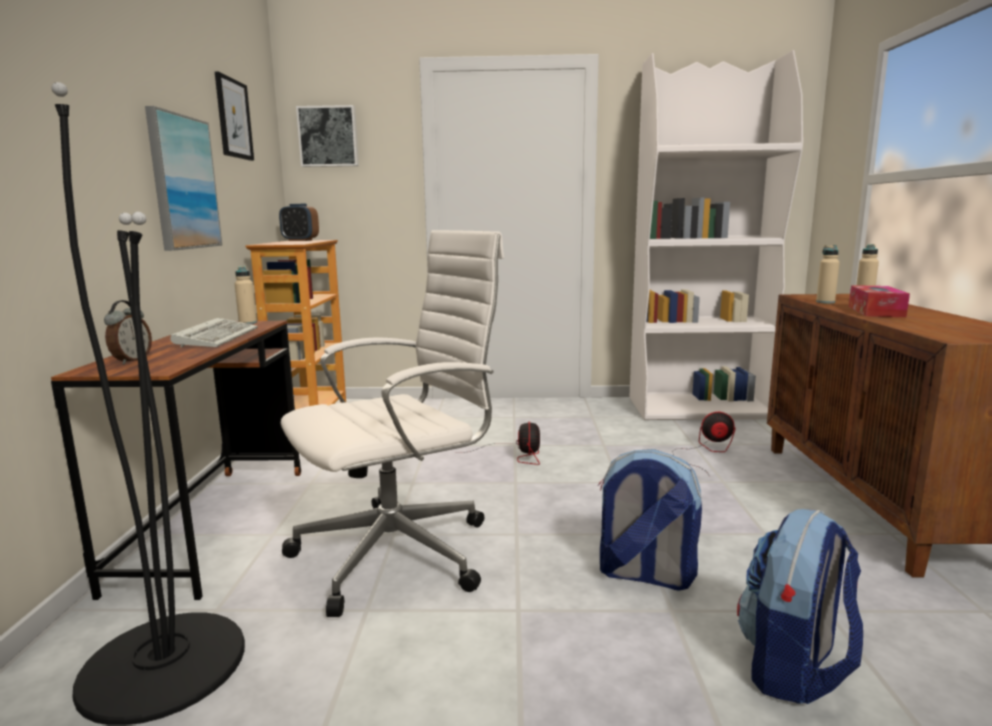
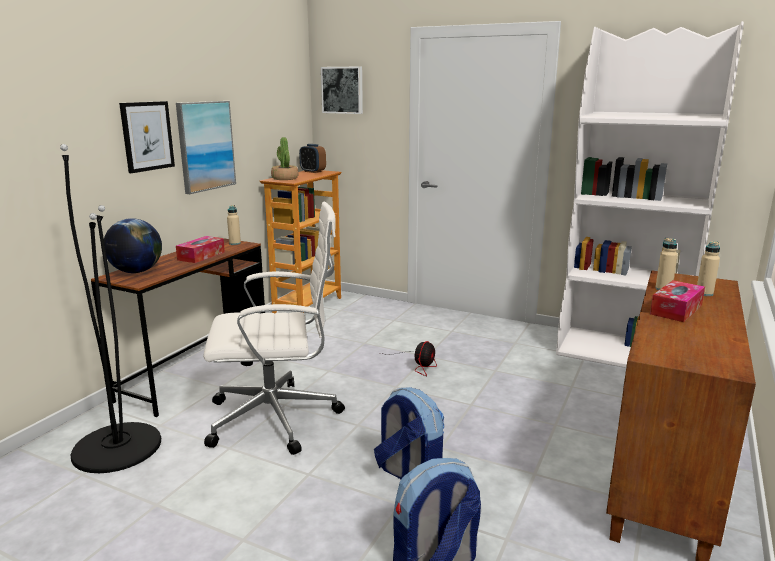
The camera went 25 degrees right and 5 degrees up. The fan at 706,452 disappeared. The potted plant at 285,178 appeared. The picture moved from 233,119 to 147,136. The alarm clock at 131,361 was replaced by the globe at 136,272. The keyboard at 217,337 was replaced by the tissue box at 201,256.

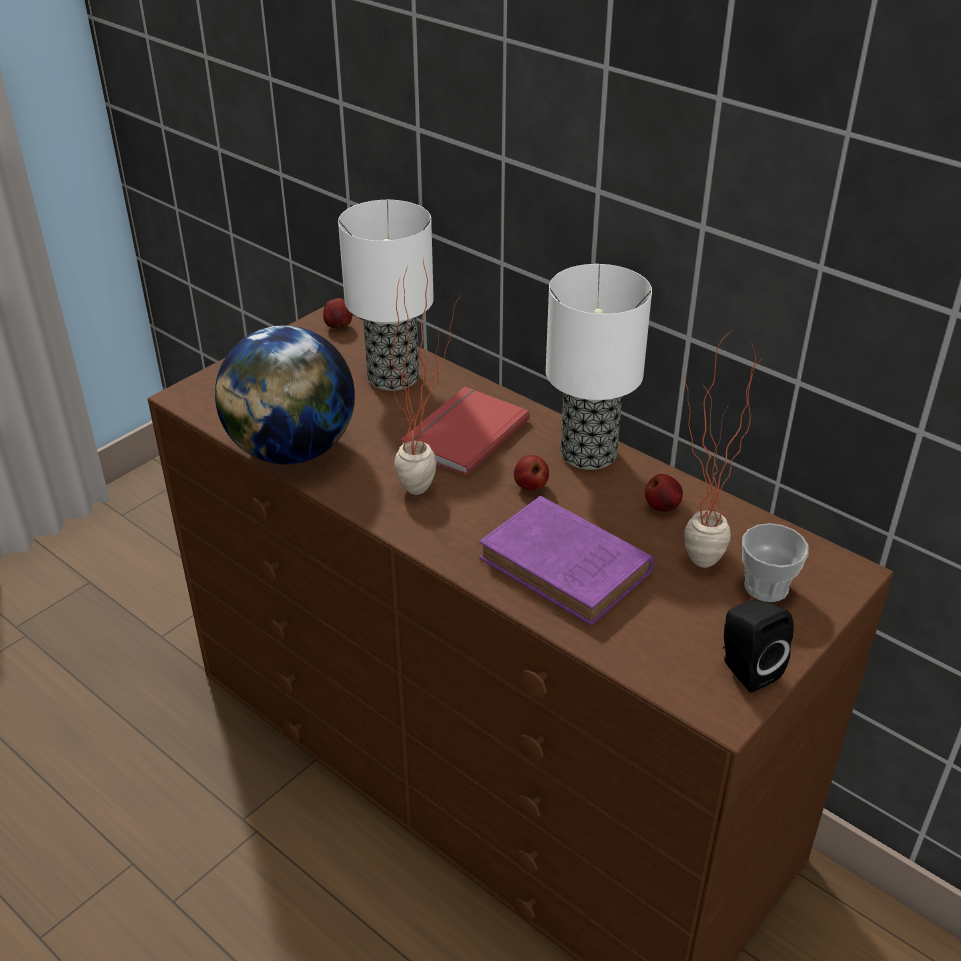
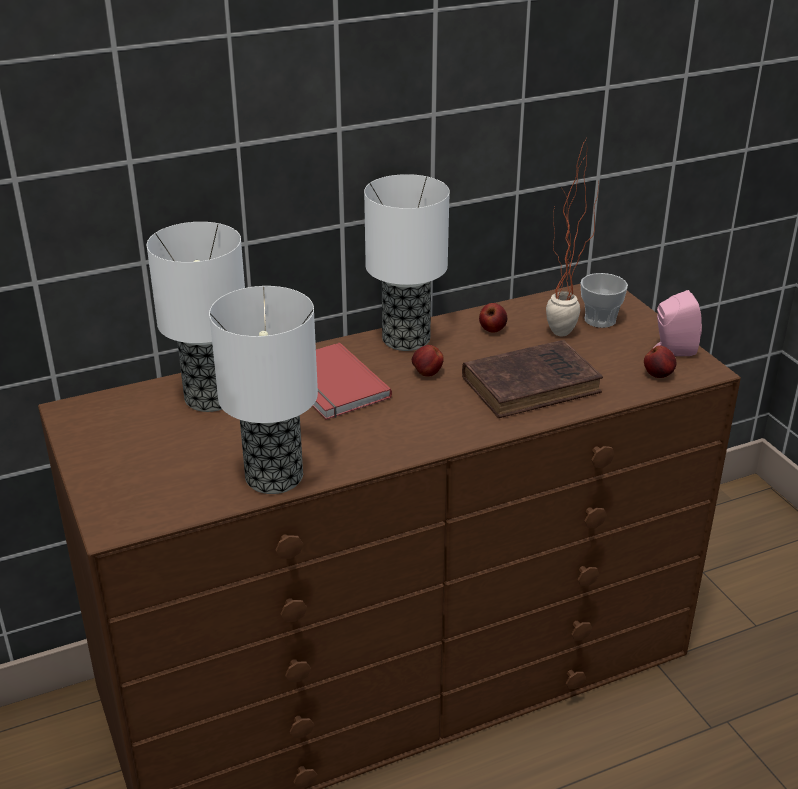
The camera went 65 degrees left and 5 degrees down. The potted plant at 428,492 disappeared. The apple moved from 338,327 to 658,375. The globe at 292,451 was replaced by the table lamp at 275,478. The book (purple) at 568,568 became the book (brown) at 534,384. The speaker (black) at 746,669 became the speaker (pink) at 671,350.

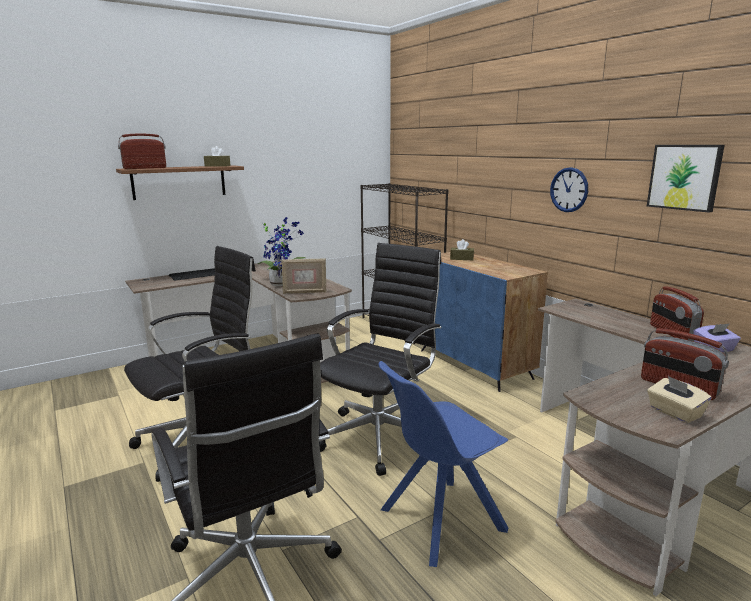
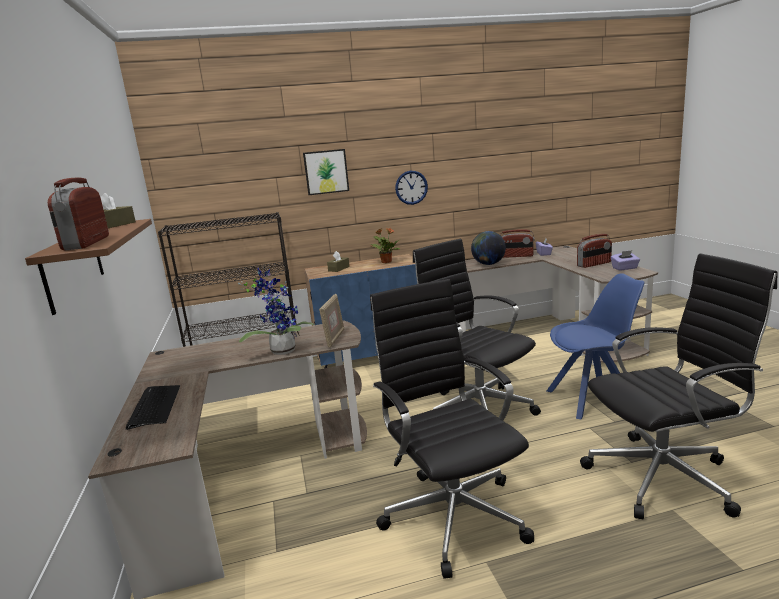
The camera went 70 degrees left and 0 degrees up. The potted plant at 386,262 appeared. The globe at 488,264 appeared. The picture moved from 684,177 to 326,172. The tissue box (beige) at 674,413 became the tissue box (purple) at 625,268. The chair (blue) at 439,521 turned 90 degrees counterclockwise.

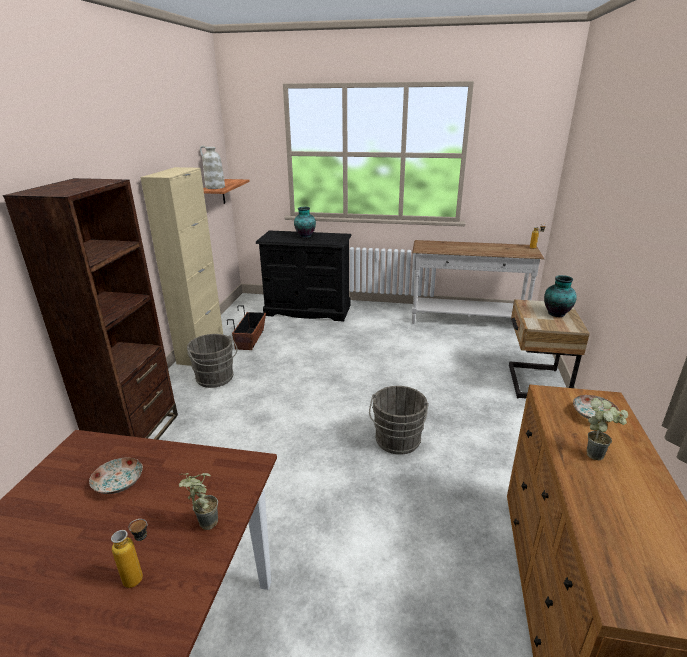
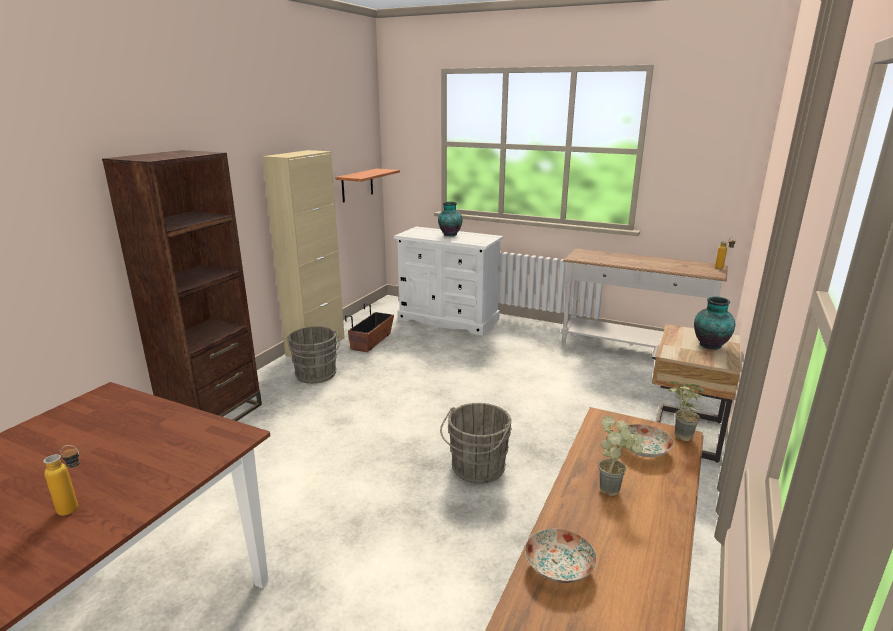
The camera went 15 degrees right and 5 degrees down. The vase (white) at 214,187 disappeared. The plate moved from 118,484 to 558,567. The potted plant moved from 202,524 to 677,436. The dresser (black) at 308,310 became the dresser (white) at 448,319.

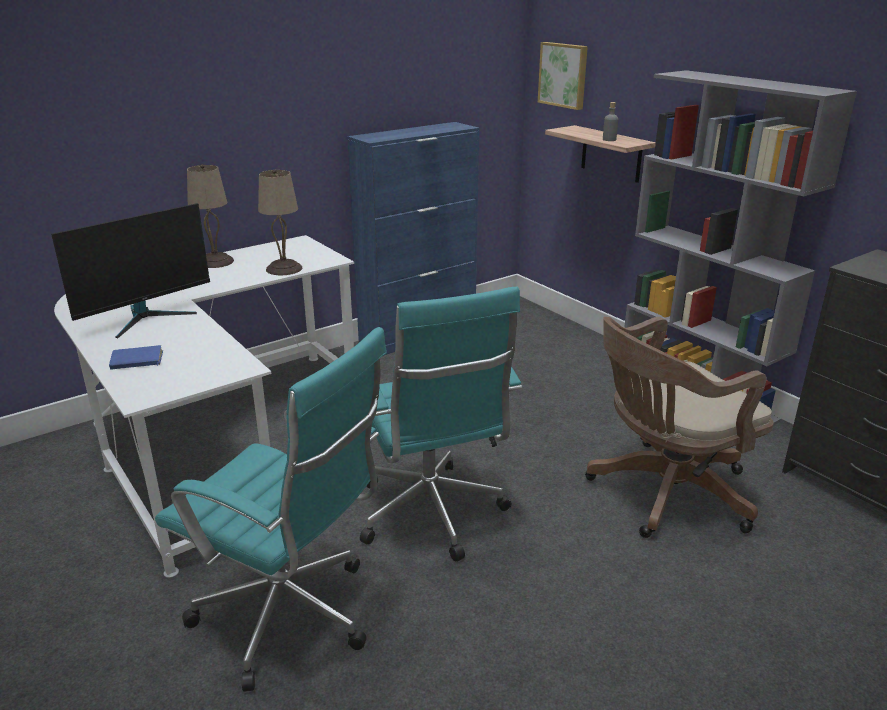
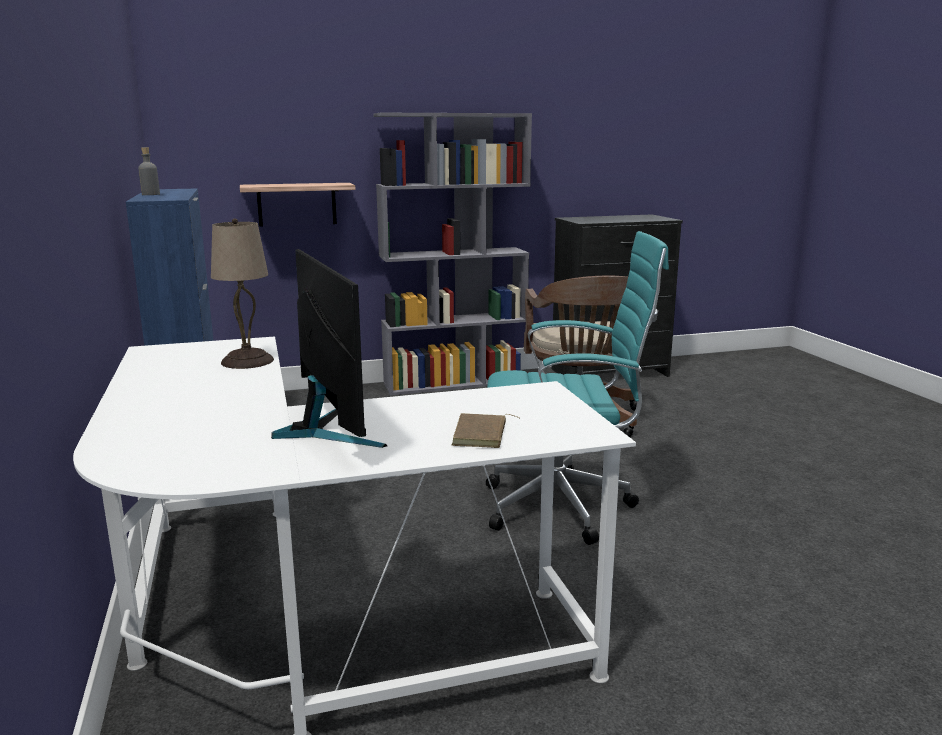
The camera went 70 degrees left and 10 degrees down. The office chair (turquoise) at 291,618 disappeared. The table lamp (beige) at 215,261 disappeared. The picture at 564,75 disappeared. The bottle (grey) moved from 609,140 to 150,194. The book (blue) at 136,361 became the book (brown) at 482,435.

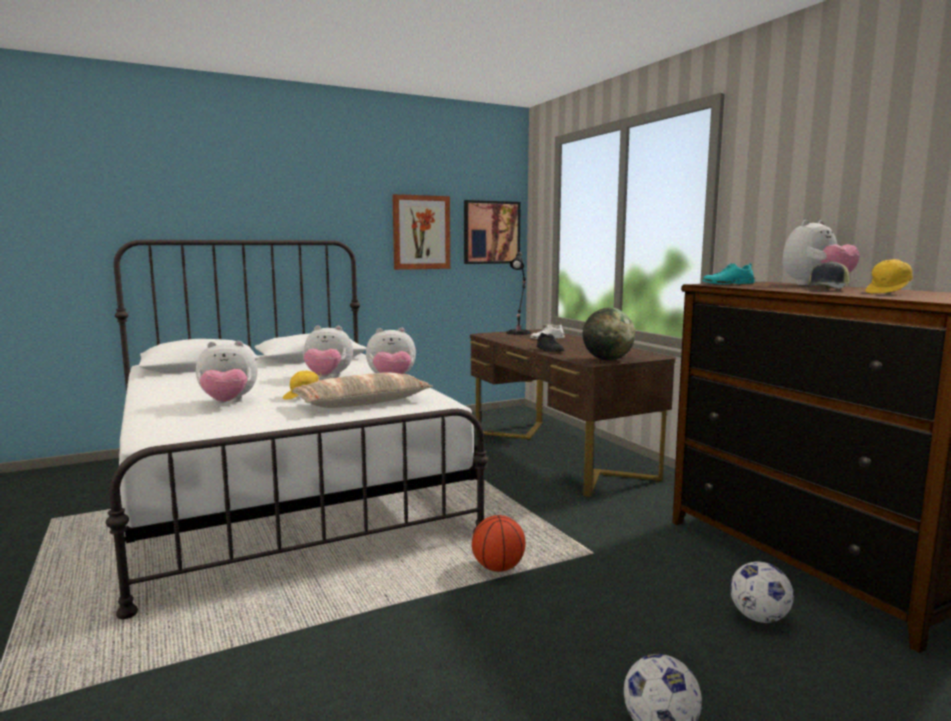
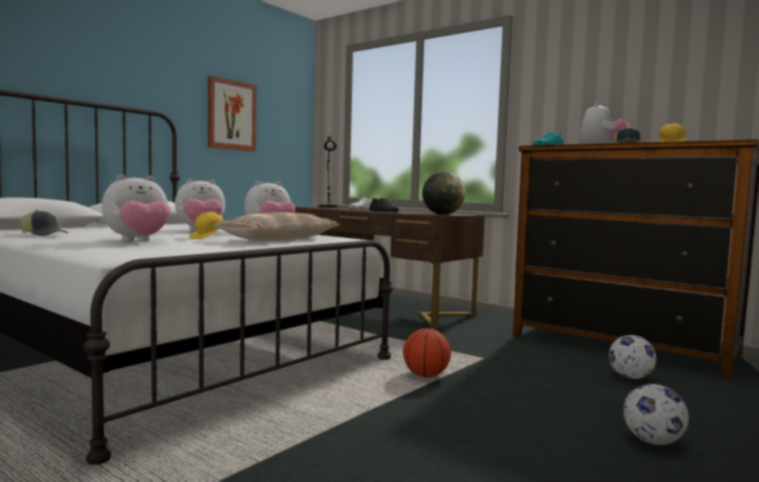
The camera went 25 degrees left and 5 degrees down. The picture at 491,232 disappeared. The cap at 44,235 appeared.

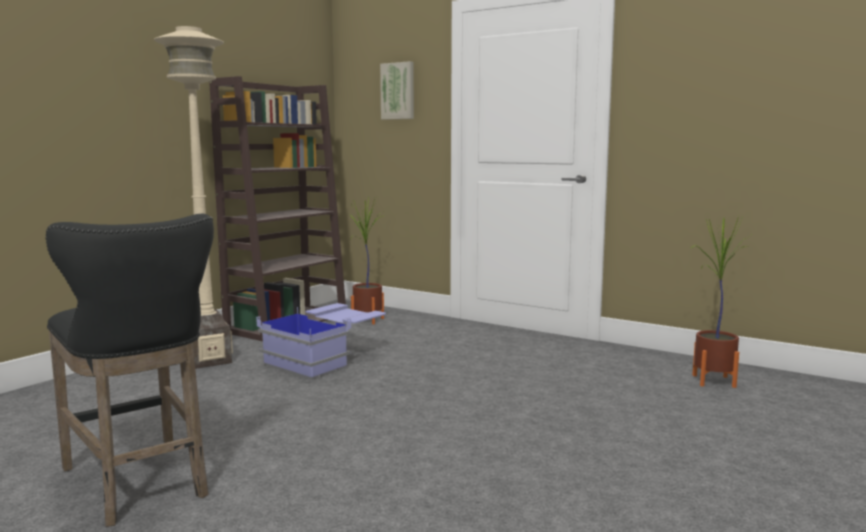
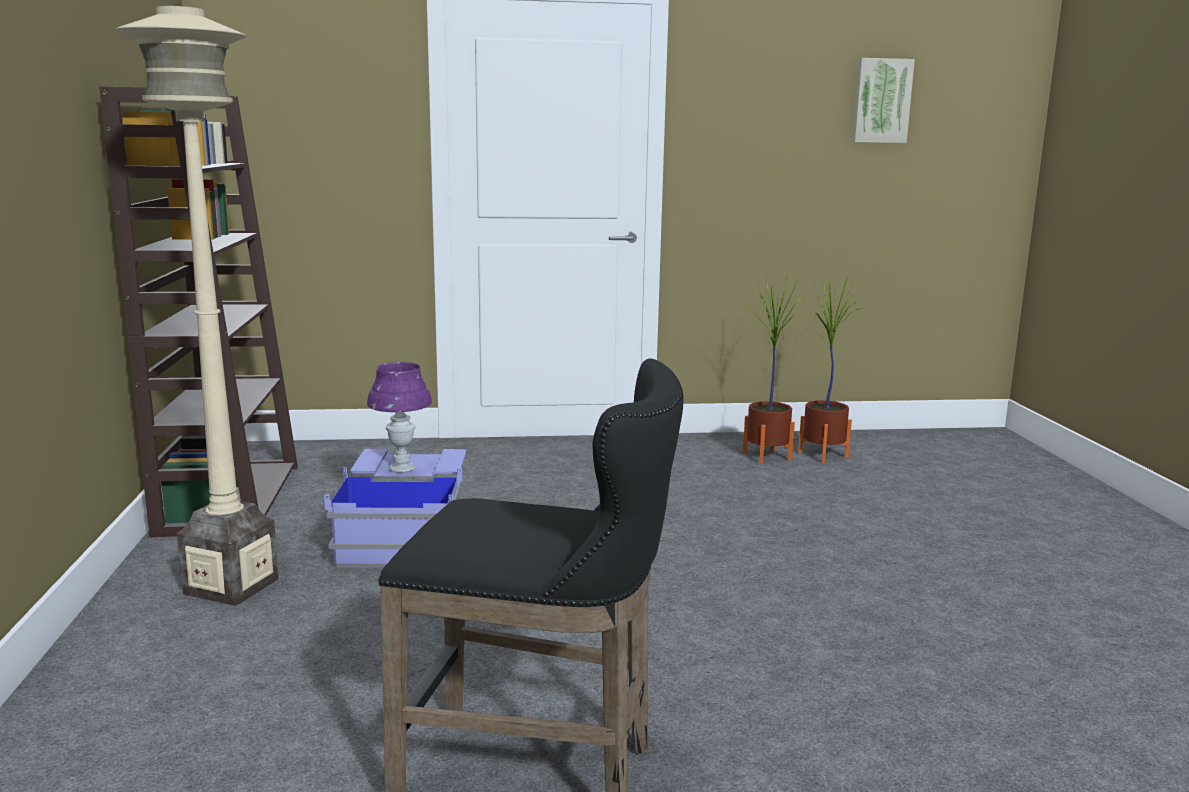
The camera went 40 degrees left and 5 degrees up. The table lamp (purple) at 402,468 appeared. The potted plant moved from 367,320 to 767,456. The picture moved from 398,91 to 881,101.

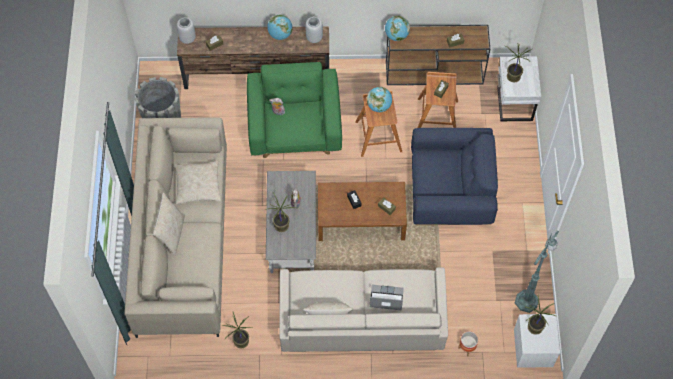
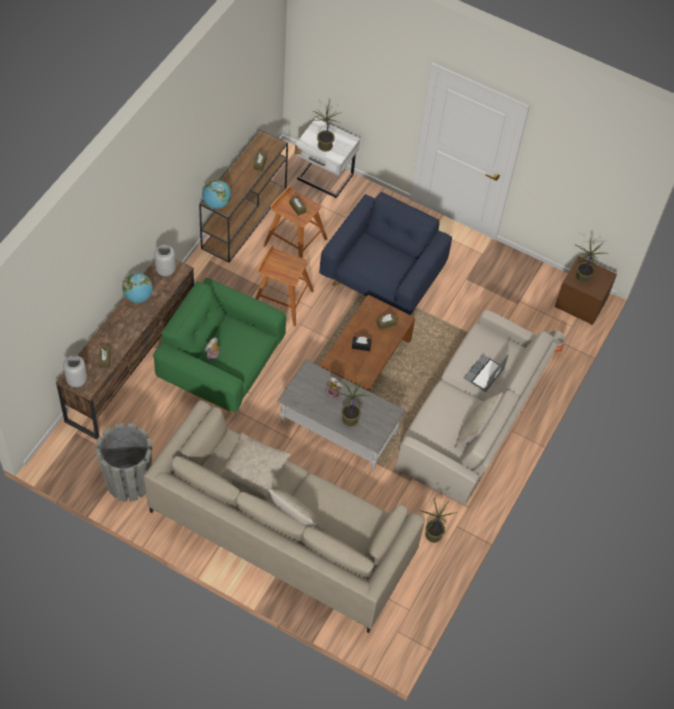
The camera went 65 degrees left and 5 degrees down. The globe at 379,106 disappeared. The floor lamp (green) at 527,300 disappeared. The nightstand (white) at 533,348 became the nightstand (brown) at 581,303.

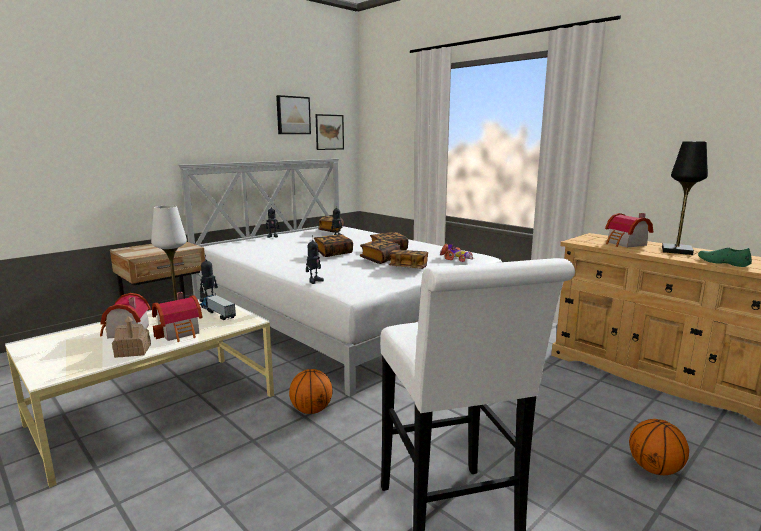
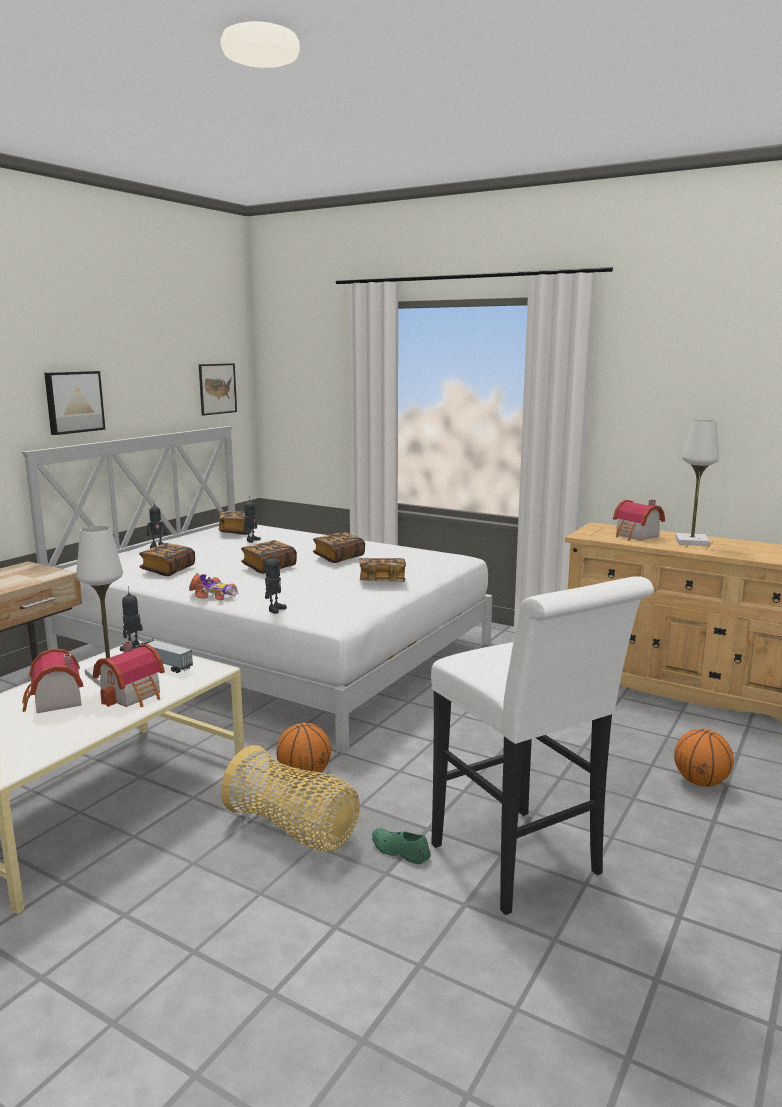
The camera went 15 degrees left and 0 degrees up. The toy house at 133,351 disappeared. The basket at 294,830 appeared. The picture moved from 292,115 to 73,402. The book moved from 380,259 to 168,570. The toy car moved from 456,258 to 213,595. The shoe (green) moved from 722,262 to 400,851. The table lamp (black) at 677,251 became the table lamp (white) at 692,541.

